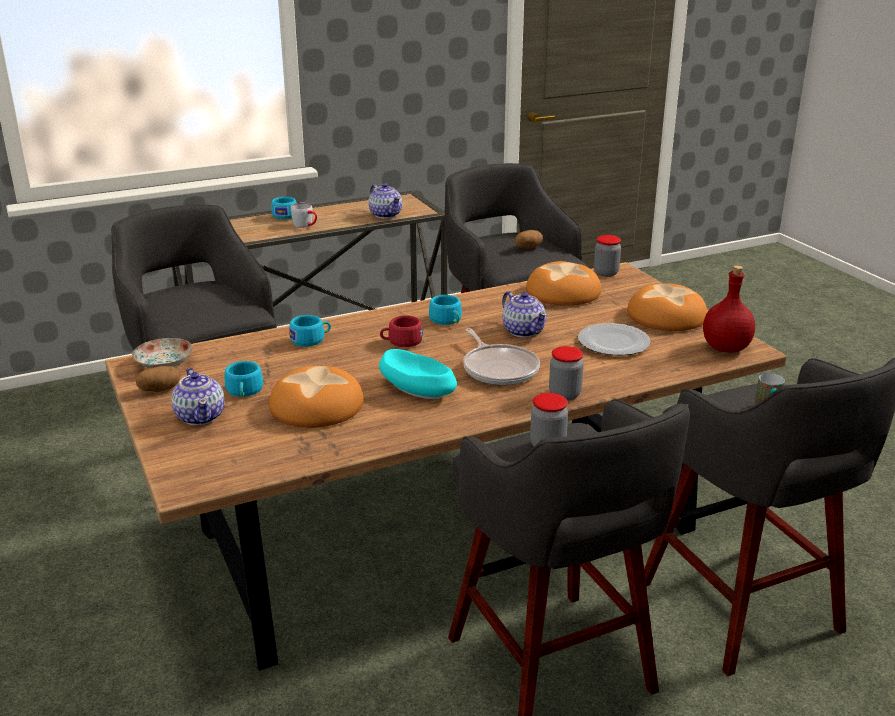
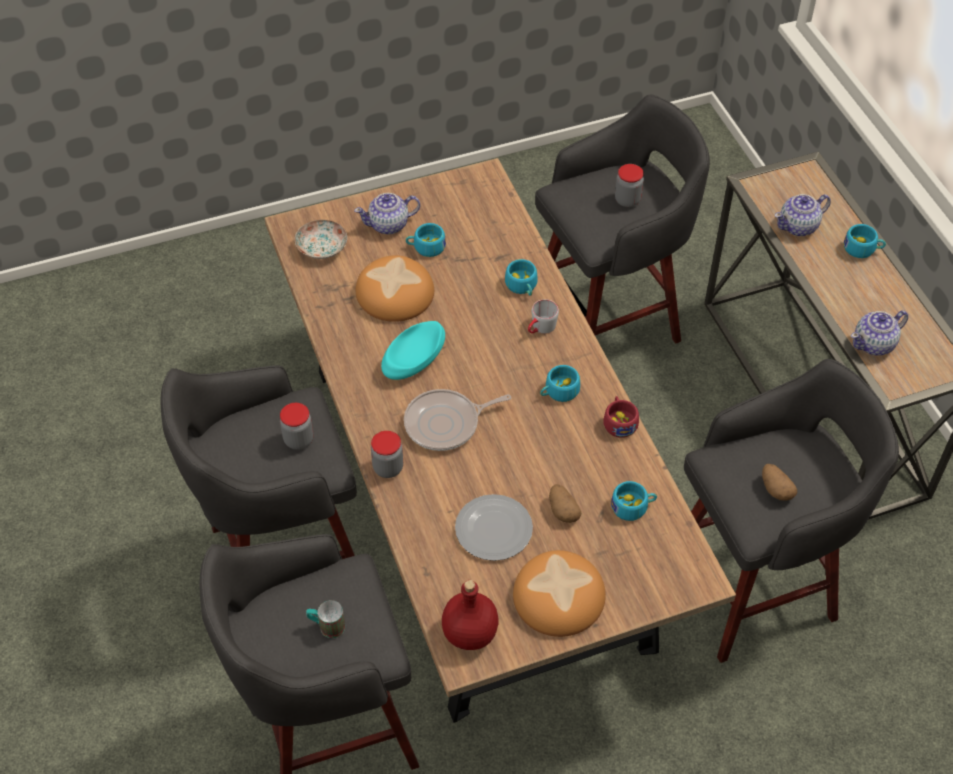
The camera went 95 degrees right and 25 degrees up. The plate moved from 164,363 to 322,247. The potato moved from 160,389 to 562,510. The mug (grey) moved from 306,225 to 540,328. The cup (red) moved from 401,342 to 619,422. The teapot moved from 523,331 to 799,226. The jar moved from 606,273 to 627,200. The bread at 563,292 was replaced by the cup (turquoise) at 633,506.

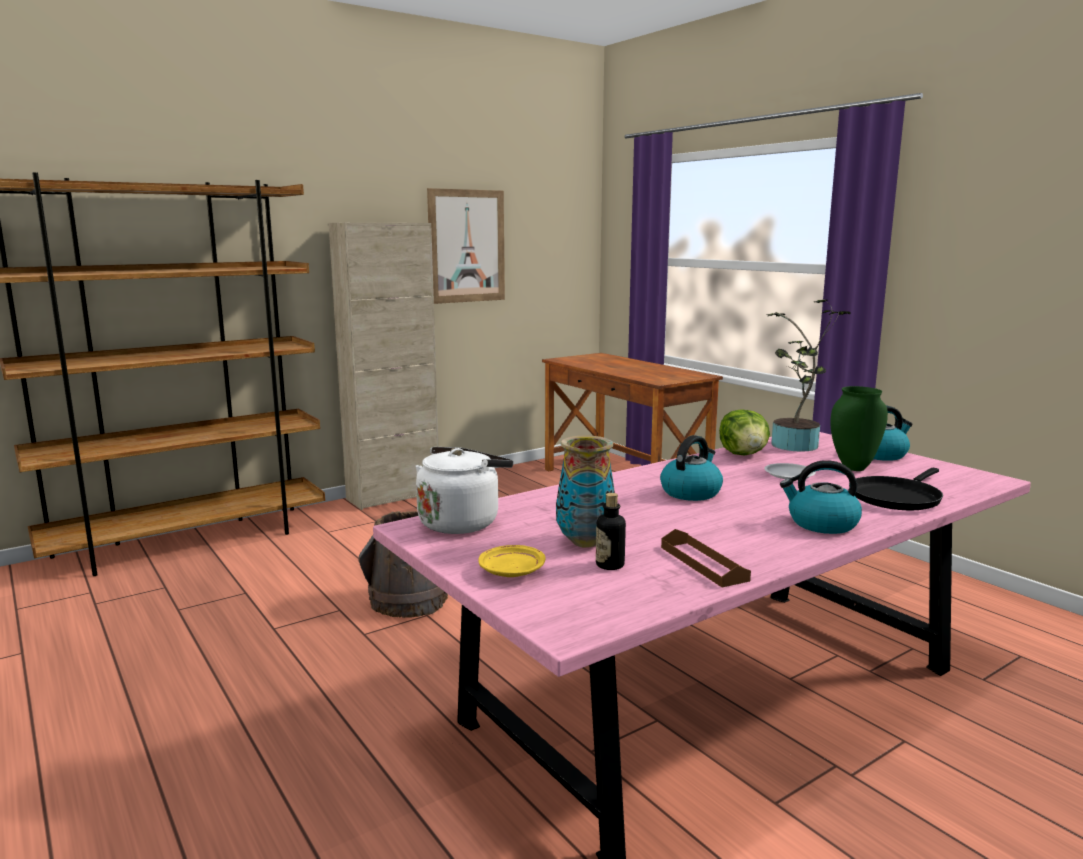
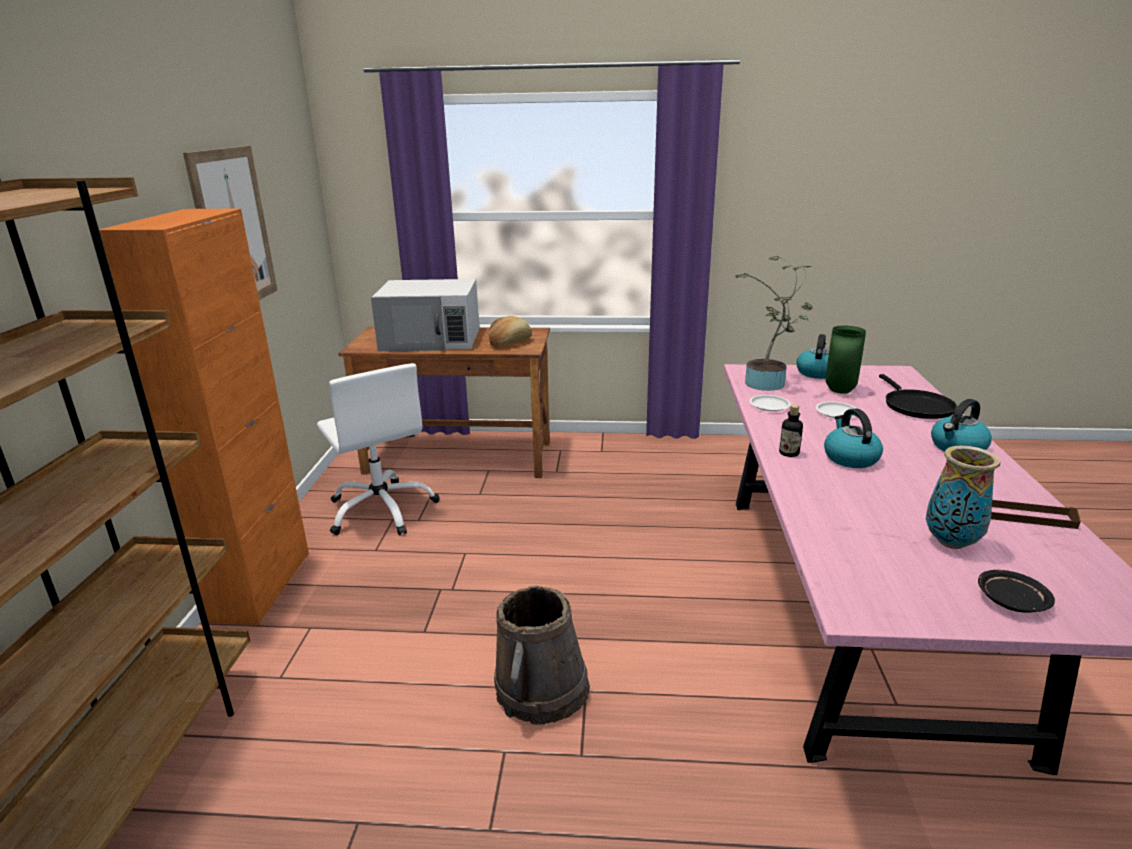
The camera went 50 degrees left and 10 degrees up. The kettle (white) at 461,522 disappeared. The office chair (white) at 382,509 appeared. The microwave (white) at 431,339 appeared. The bread at 510,343 appeared. The bottle moved from 610,565 to 789,453. The lettuce at 744,454 was replaced by the plate (white) at 769,405. The cabinet (beige) at 393,496 became the cabinet (orange) at 261,586. The plate (yellow) at 512,571 became the plate (black) at 1010,600.

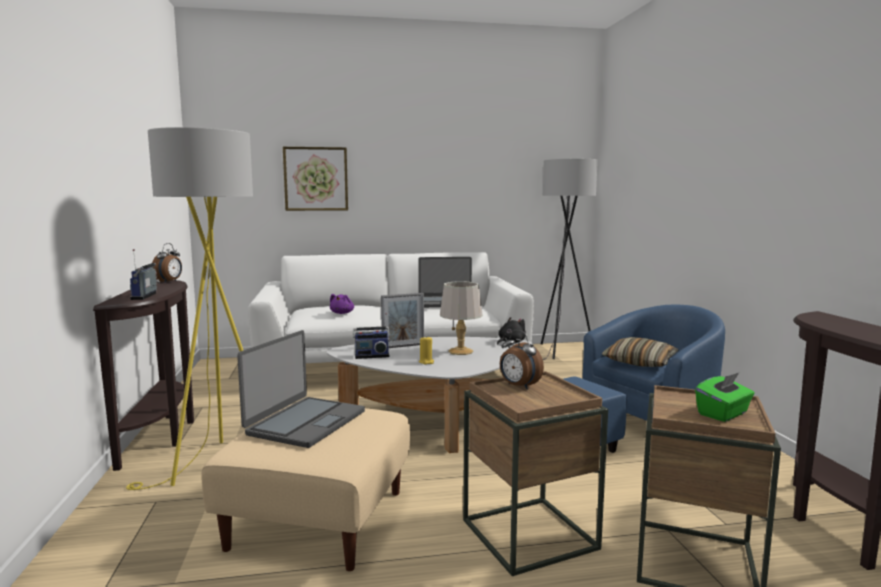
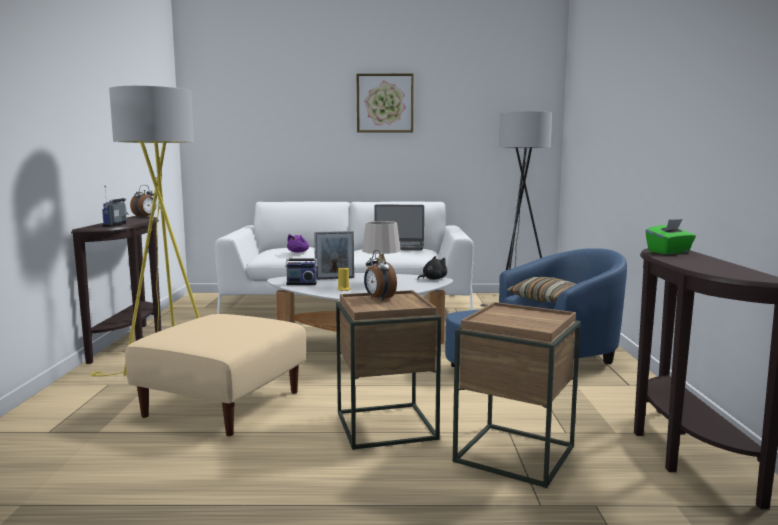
The camera went 10 degrees right and 0 degrees up. The laptop at 305,423 disappeared. The picture moved from 316,179 to 385,103. The tissue box (green) moved from 723,414 to 669,252.

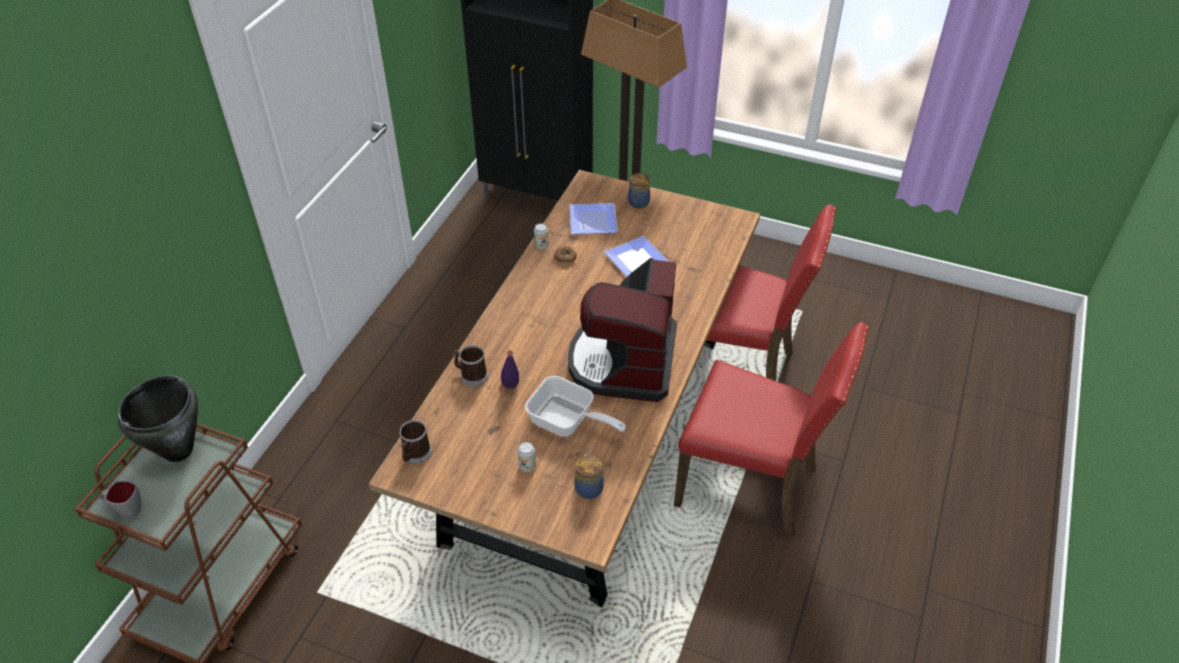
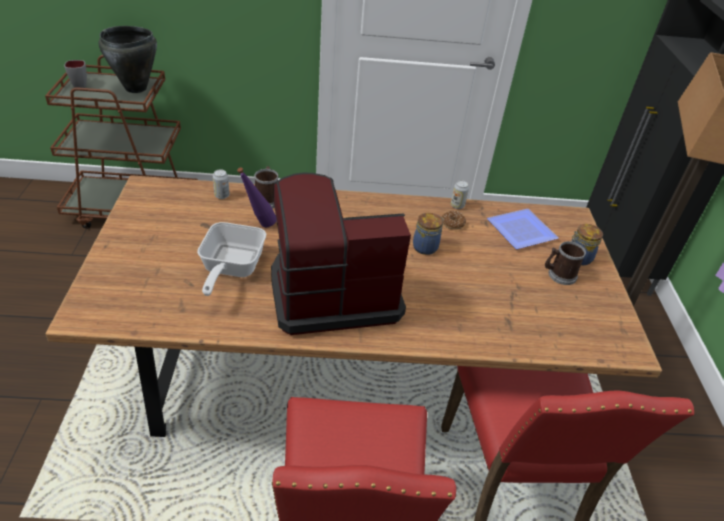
The camera went 65 degrees right and 5 degrees down. The plate at 636,258 disappeared. The mug moved from 415,454 to 559,275. The can moved from 527,466 to 222,195. The jar moved from 588,487 to 426,247.

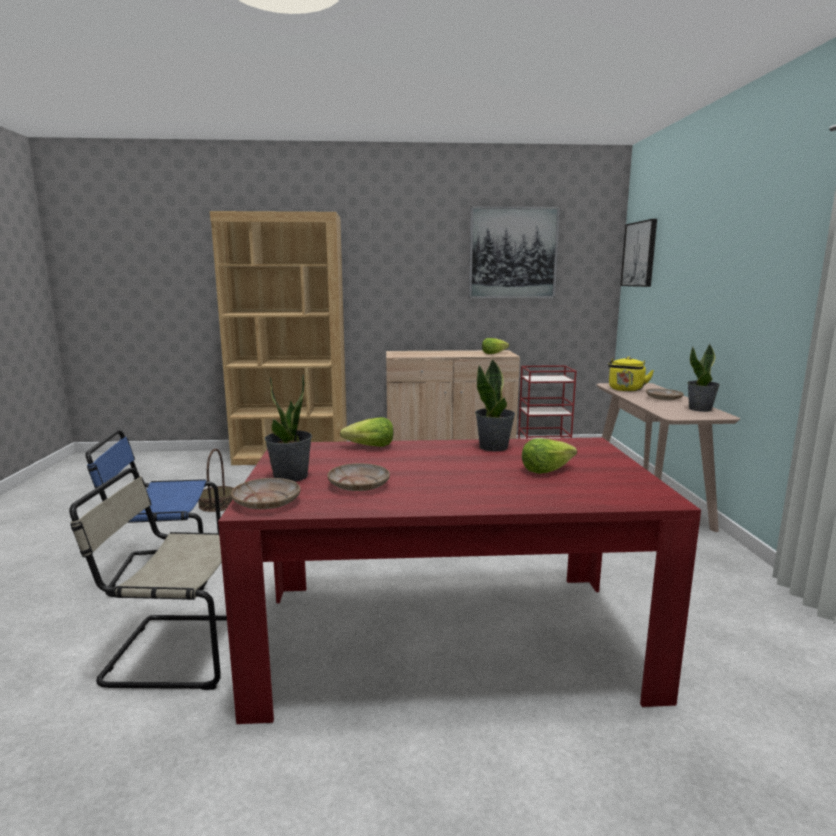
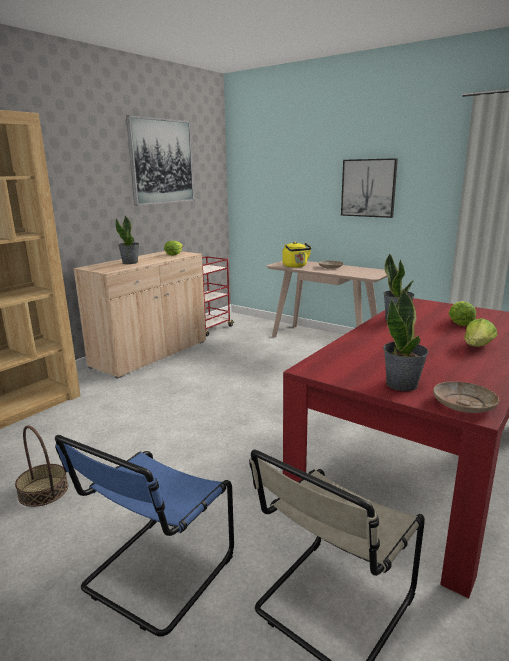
The camera went 50 degrees left and 5 degrees up. The plate (beige) at 359,485 disappeared. The lettuce moved from 370,447 to 477,347. The picture moved from 639,254 to 368,188. The potted plant moved from 700,409 to 130,262.

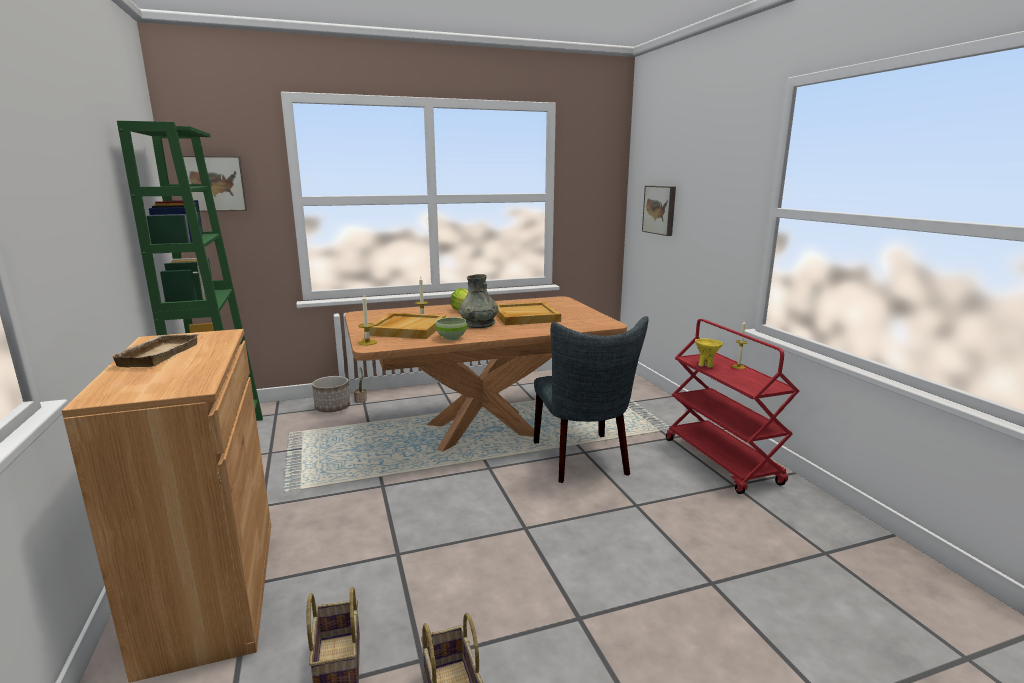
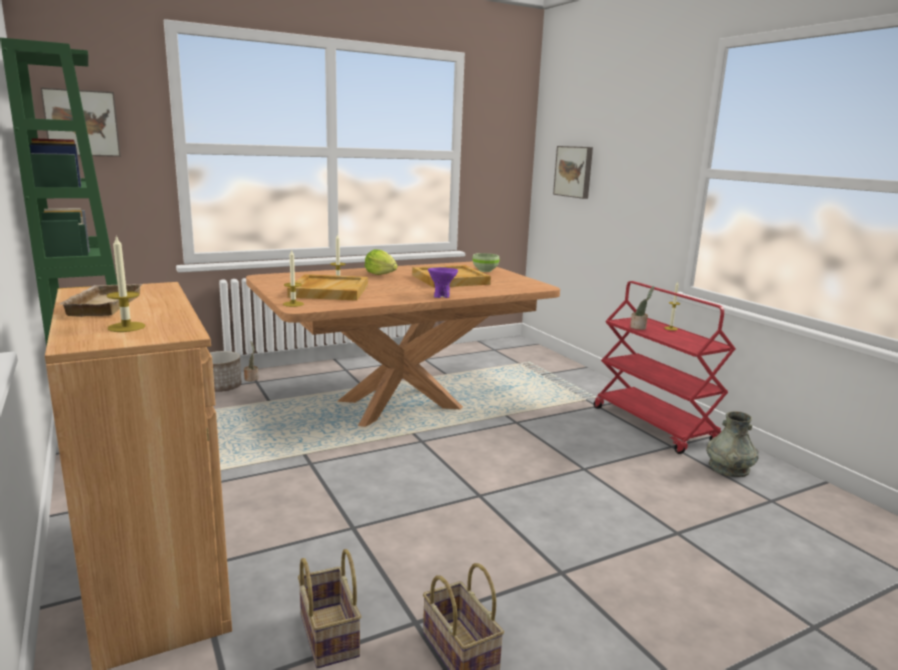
The camera went 10 degrees left and 0 degrees up. The chair (grey) at 583,461 disappeared. The candle at 126,327 appeared. The bowl (purple) at 441,296 appeared. The bowl (green) moved from 451,338 to 484,270. The vase (grey) moved from 479,324 to 729,468. The bowl (yellow) at 706,365 was replaced by the potted plant at 639,327.

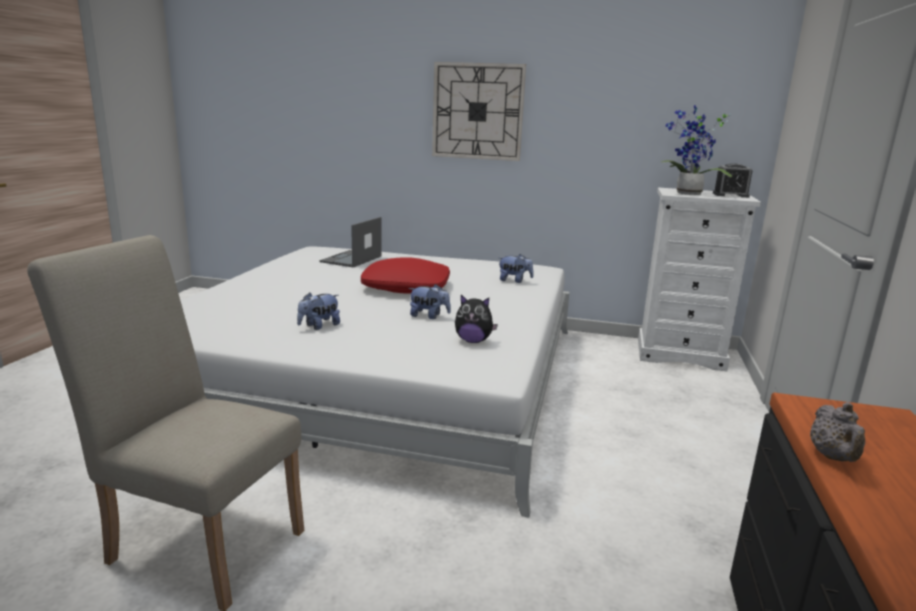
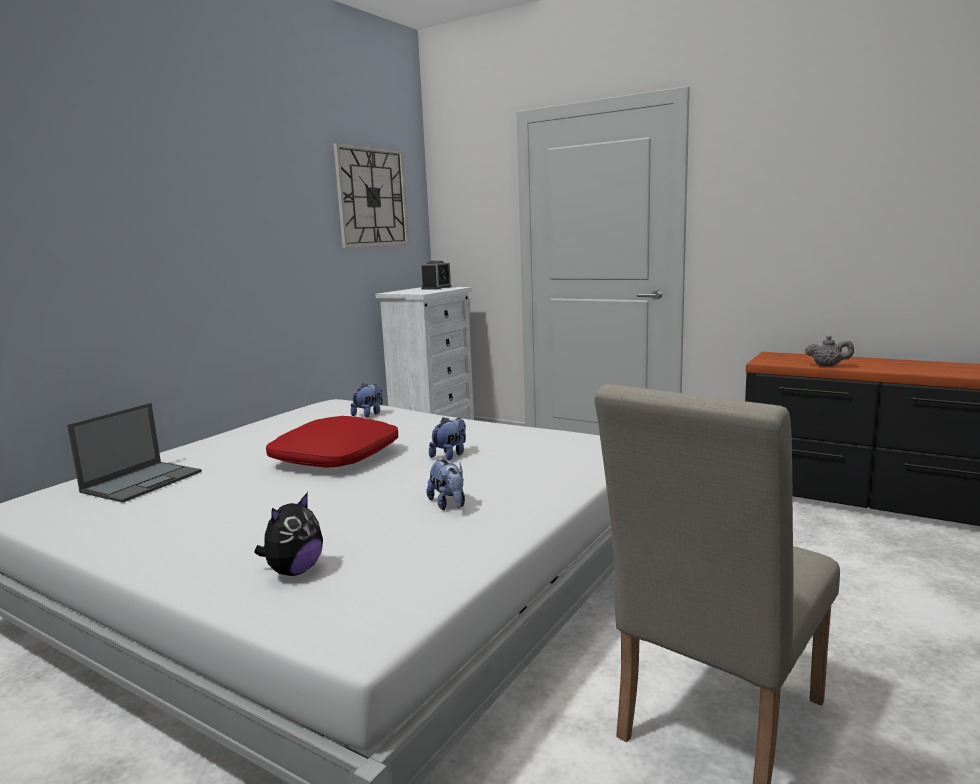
The camera went 70 degrees left and 5 degrees down. The potted plant at 687,194 disappeared. The wall clock moved from 478,111 to 372,197. The plush toy moved from 473,341 to 294,571. The laptop at 351,259 turned 105 degrees counterclockwise.

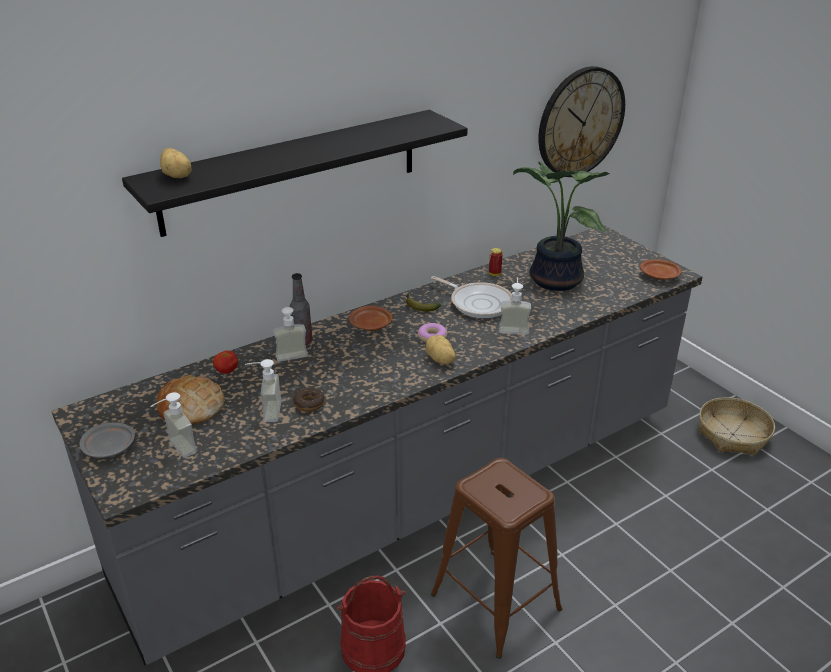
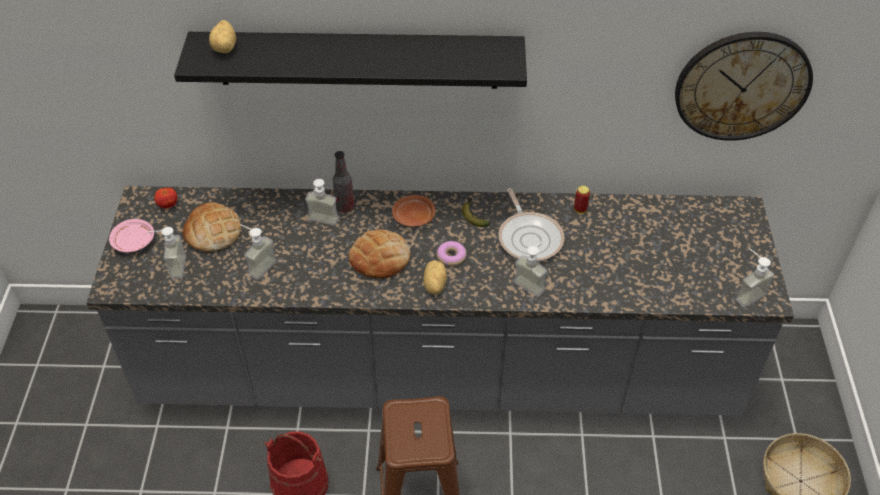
The camera went 35 degrees right and 15 degrees up. The donut at 309,404 disappeared. The potted plant at 552,280 disappeared. The bread at 380,258 appeared. The tomato moved from 226,371 to 168,205. The plate (brown) at 660,276 was replaced by the soap dispenser at 746,293. The plate (grey) at 110,448 became the plate (pink) at 134,242.

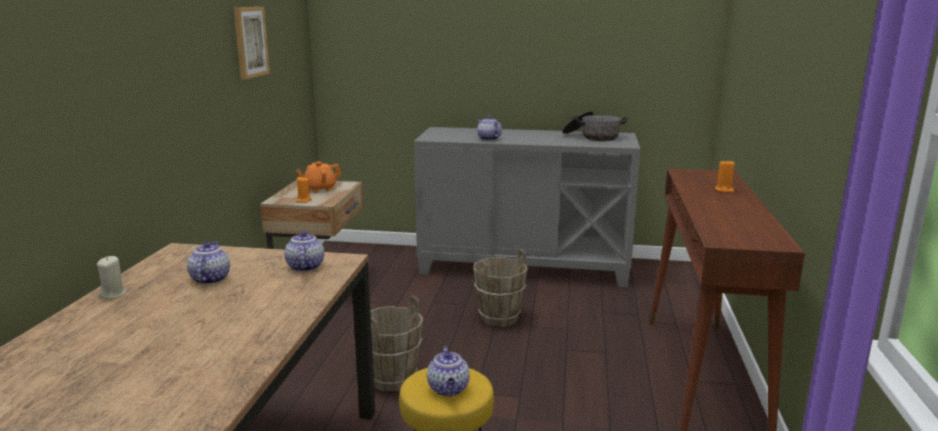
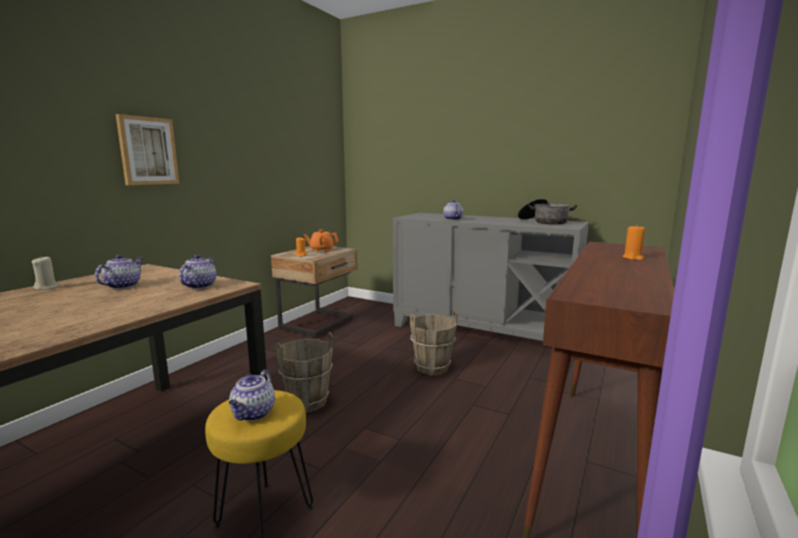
The camera went 20 degrees right and 5 degrees down. The picture moved from 250,42 to 148,151.

